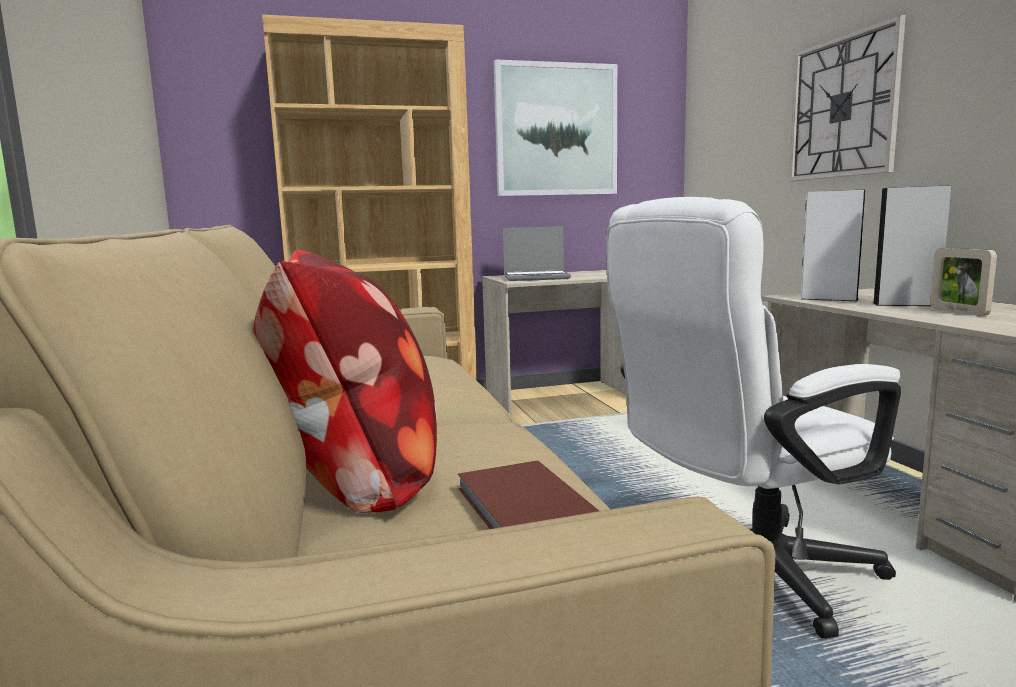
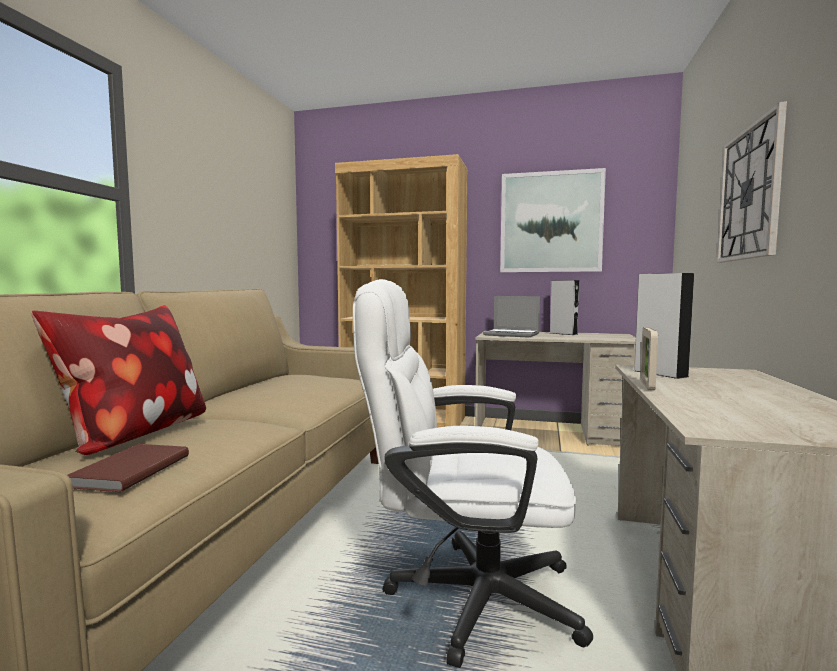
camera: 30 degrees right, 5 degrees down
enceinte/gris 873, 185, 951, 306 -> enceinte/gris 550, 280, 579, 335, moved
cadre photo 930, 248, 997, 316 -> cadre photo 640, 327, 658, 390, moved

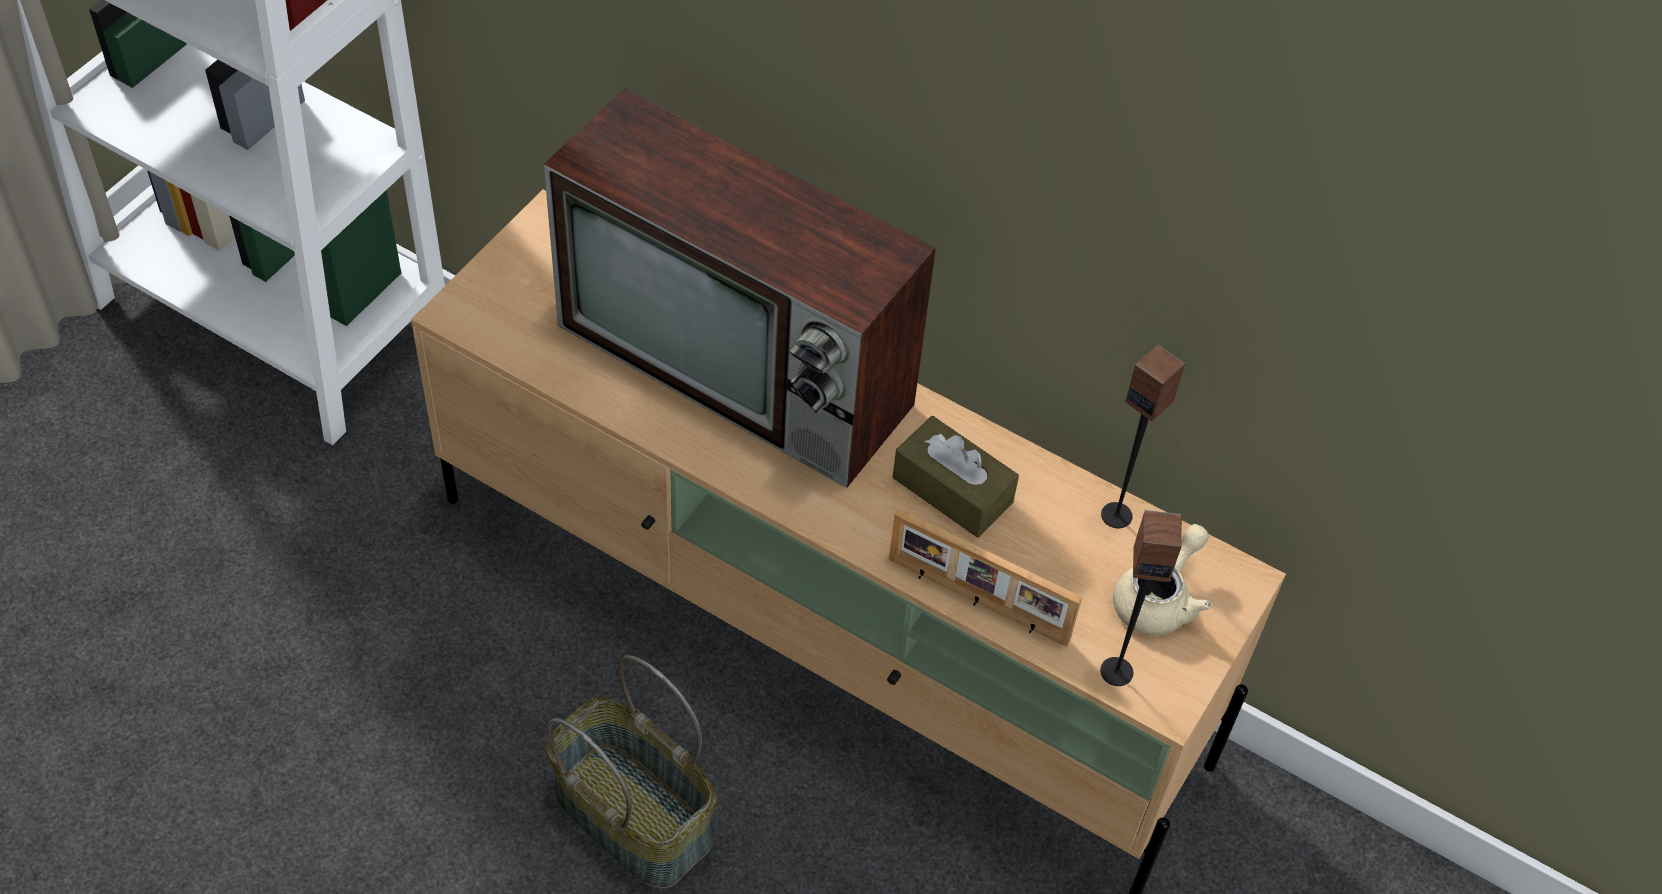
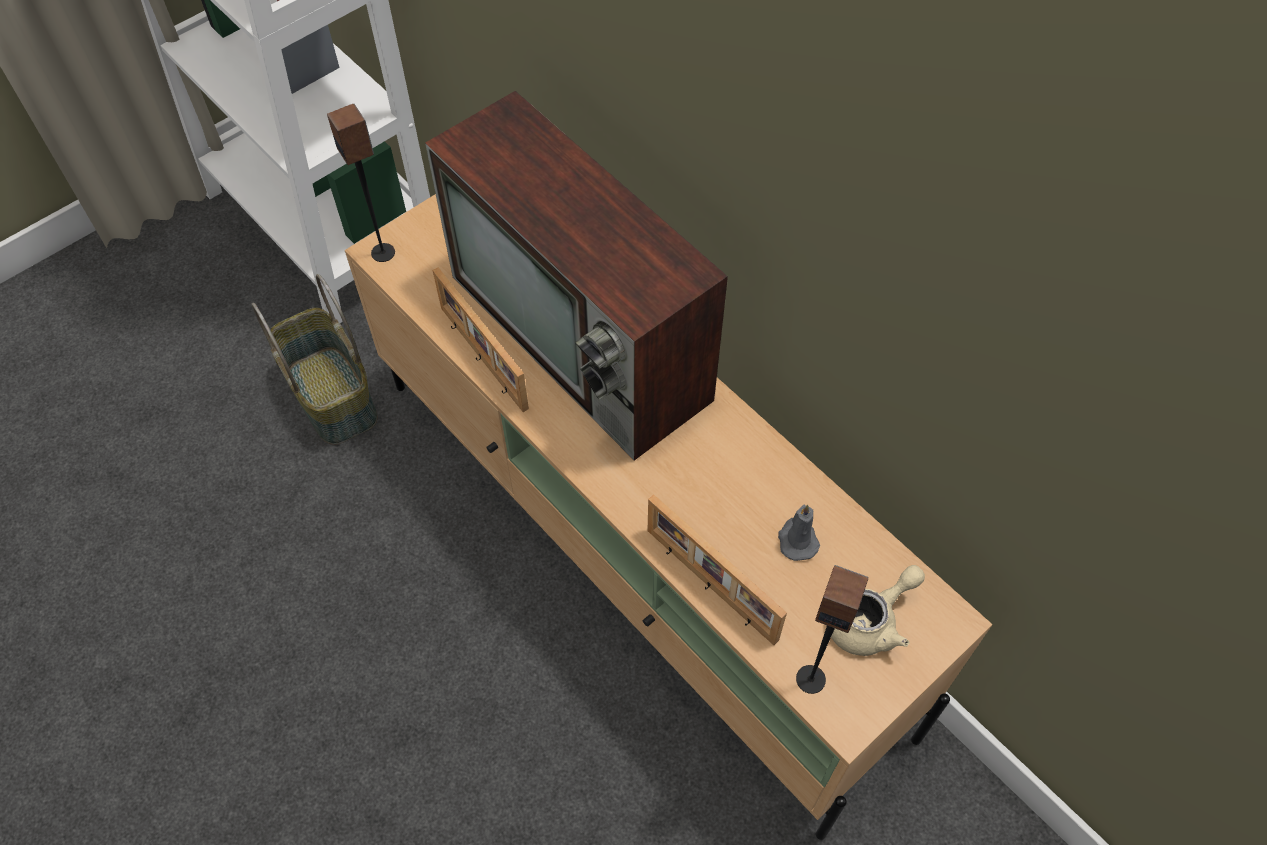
camera: 20 degrees right, 5 degrees up
panier 545, 655, 717, 889 -> panier 251, 274, 377, 445, moved
boîte à mouchoirs/marron 893, 416, 1019, 538 -> none
enceinte 1101, 345, 1185, 529 -> enceinte 327, 104, 395, 262, moved
none -> cadre photo 433, 267, 529, 412
none -> bougie/gris 778, 505, 820, 561

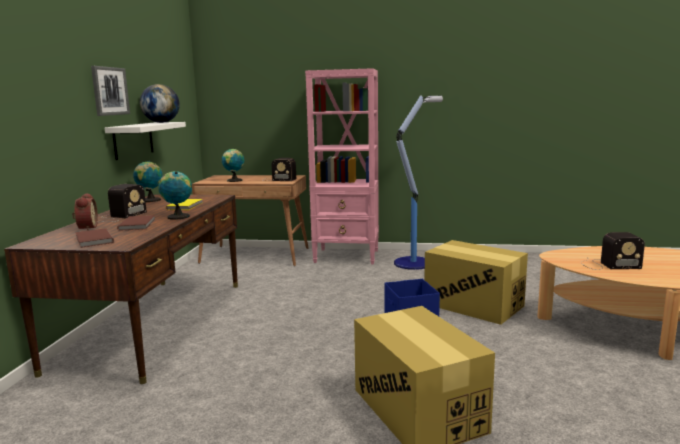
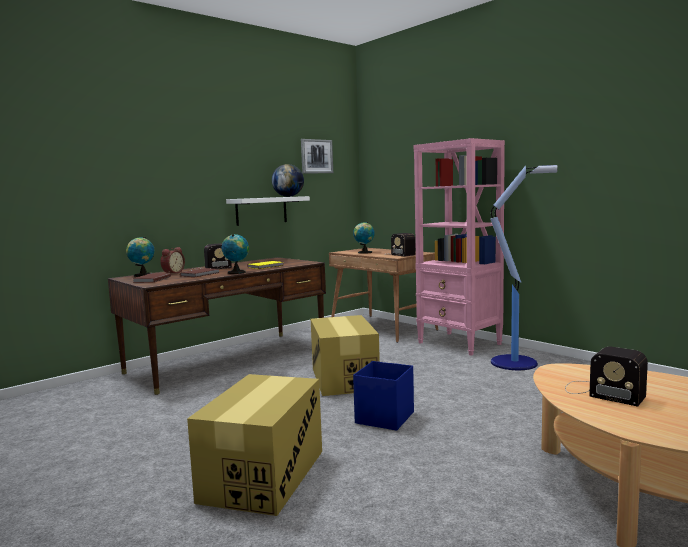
camera: 40 degrees right, 5 degrees down
tableau 91, 66, 130, 116 -> tableau 301, 139, 333, 173, moved
globe 133, 161, 163, 202 -> globe 126, 237, 155, 277, moved
carton 424, 240, 528, 325 -> carton 311, 315, 380, 396, moved

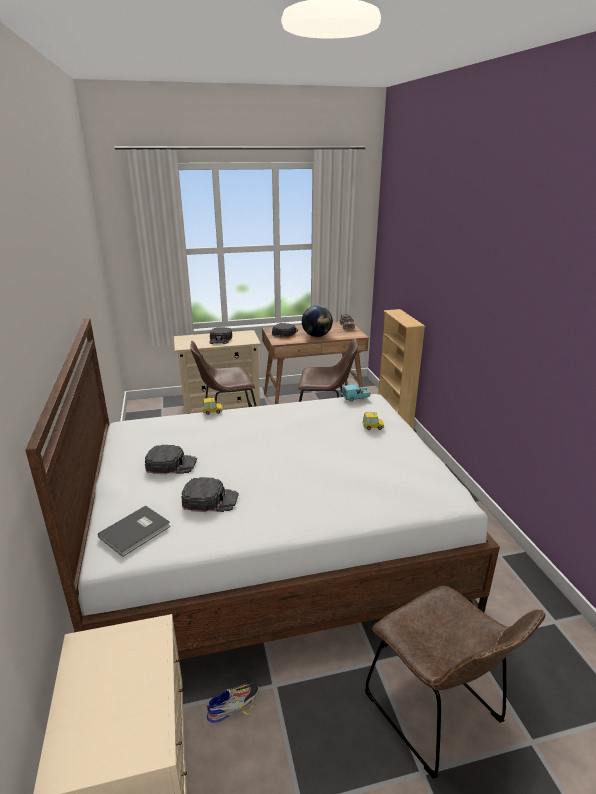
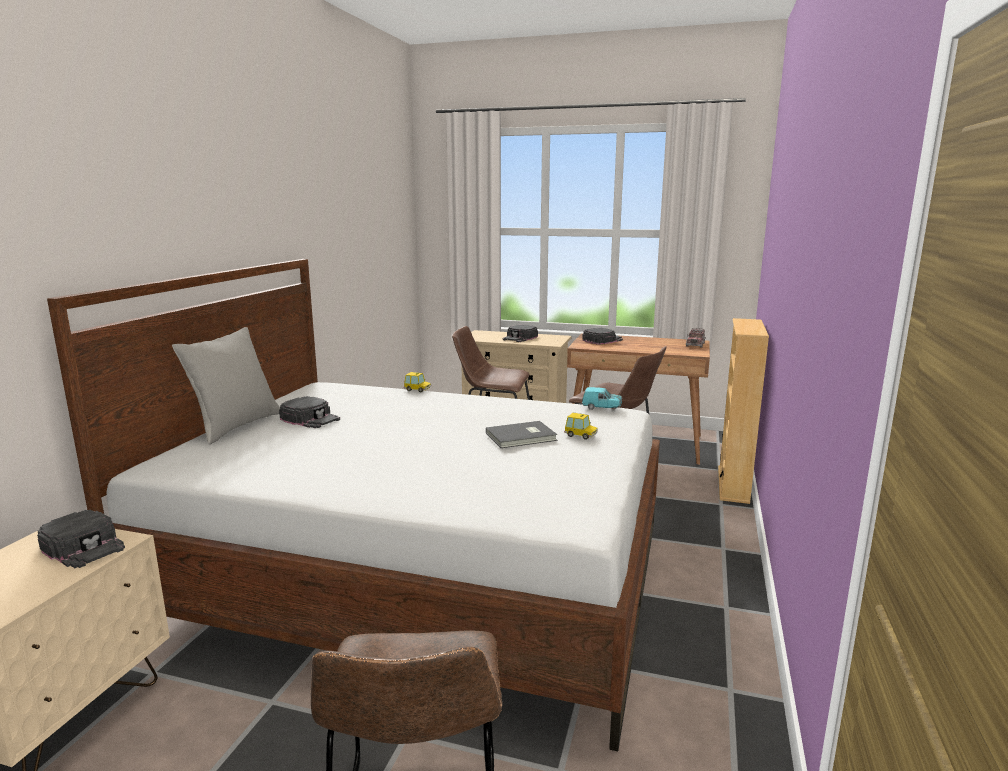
camera: 30 degrees right, 10 degrees down
livre/gris 98, 506, 171, 557 -> livre/gris 486, 421, 558, 448, moved
casquette/noir 182, 477, 239, 512 -> casquette/noir 37, 510, 125, 568, moved
chaussure 206, 682, 259, 723 -> none
globe 302, 305, 333, 337 -> none
none -> coussin/gris 172, 327, 280, 445

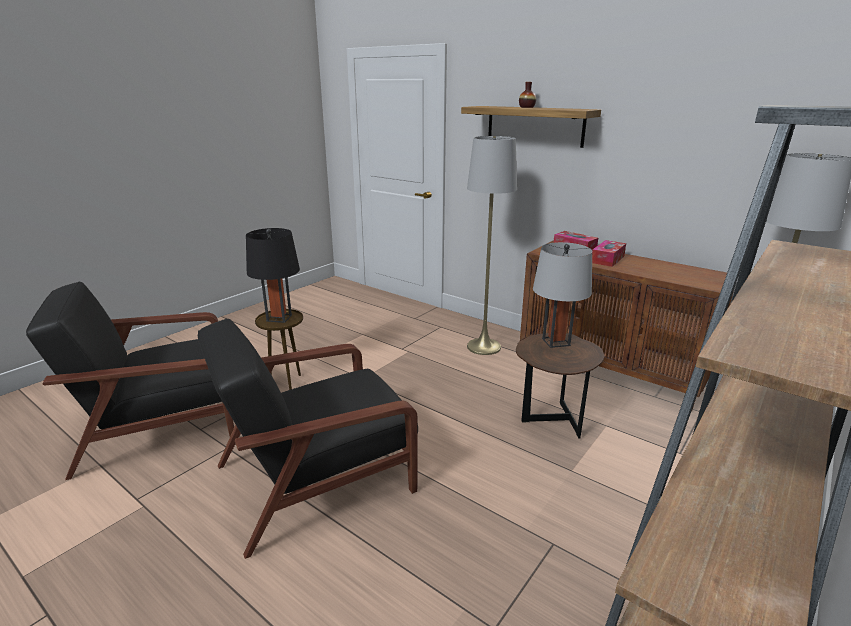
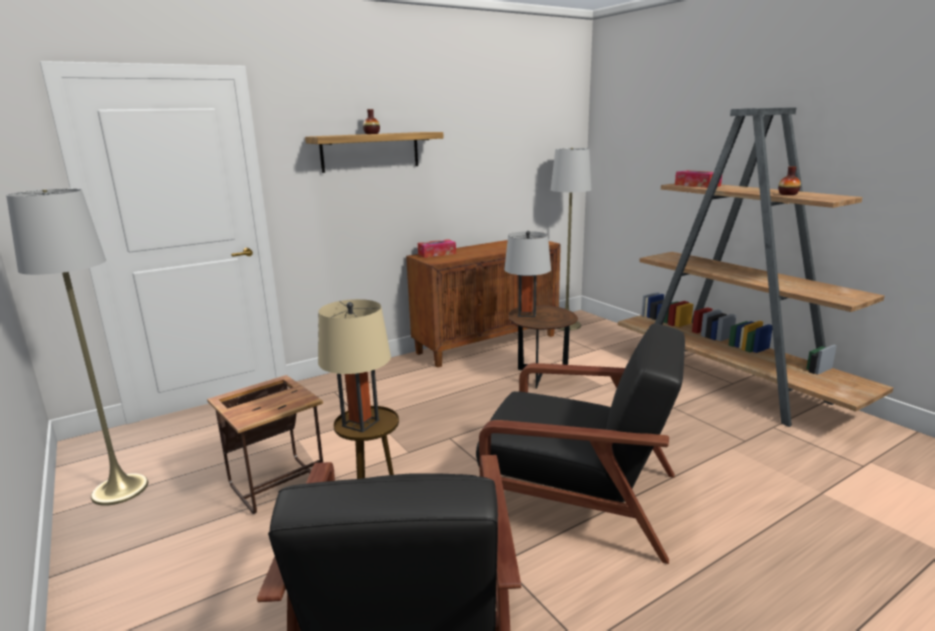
camera: 70 degrees left, 5 degrees down
fauteuil/noir 198, 318, 418, 559 -> fauteuil/noir 476, 323, 685, 564, 60 degrees counterclockwise
lampe de table/noir 246, 228, 300, 323 -> lampe de table/beige 318, 299, 391, 432
lampadaire/gris 467, 136, 517, 355 -> lampadaire/gris 6, 189, 148, 506, moved
boîte à mouchoirs 592, 240, 626, 267 -> boîte à mouchoirs 675, 170, 722, 188, moved
none -> table d'appoint 207, 375, 323, 514
none -> vase 778, 166, 801, 195

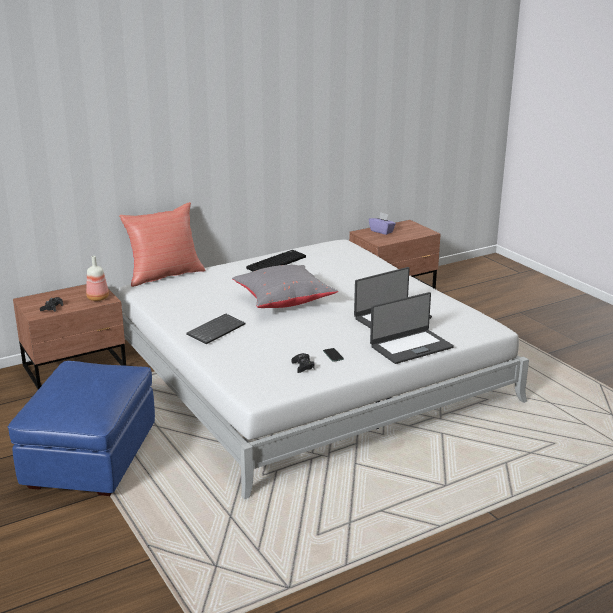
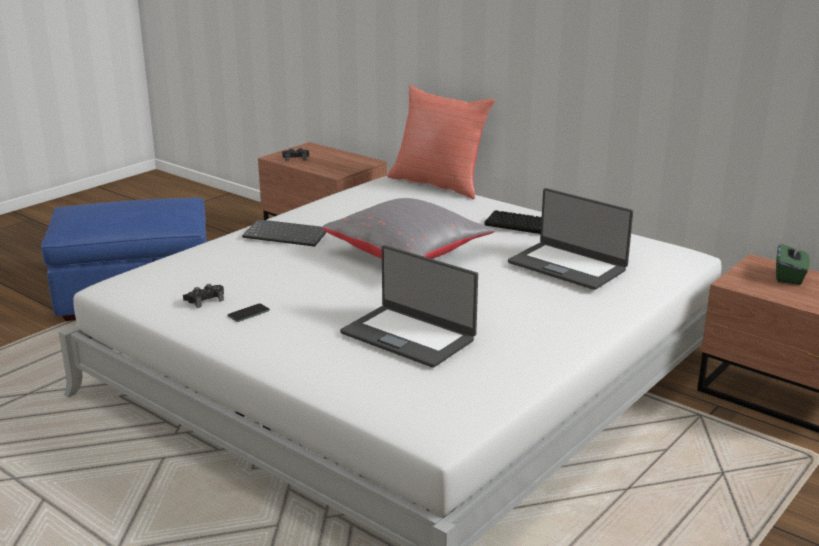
camera: 70 degrees right, 0 degrees up
bouteille 86, 256, 109, 301 -> none
boîte à mouchoirs/violet 369, 212, 396, 235 -> boîte à mouchoirs/vert 776, 242, 810, 285
ordinateur portable 370, 292, 454, 364 -> ordinateur portable 508, 188, 633, 290, moved

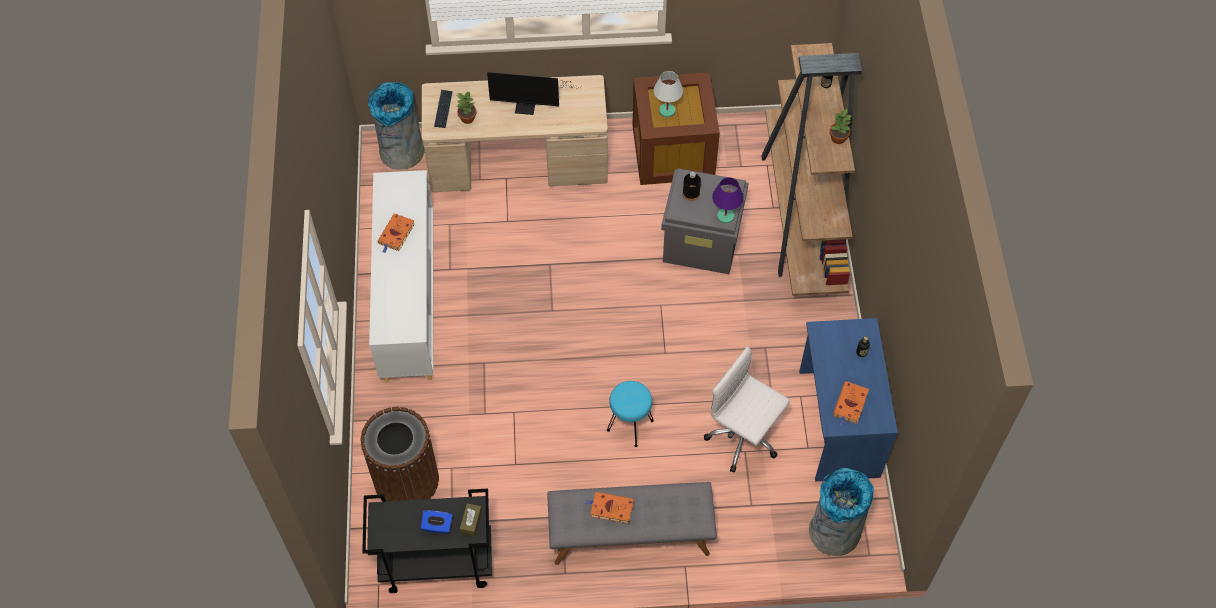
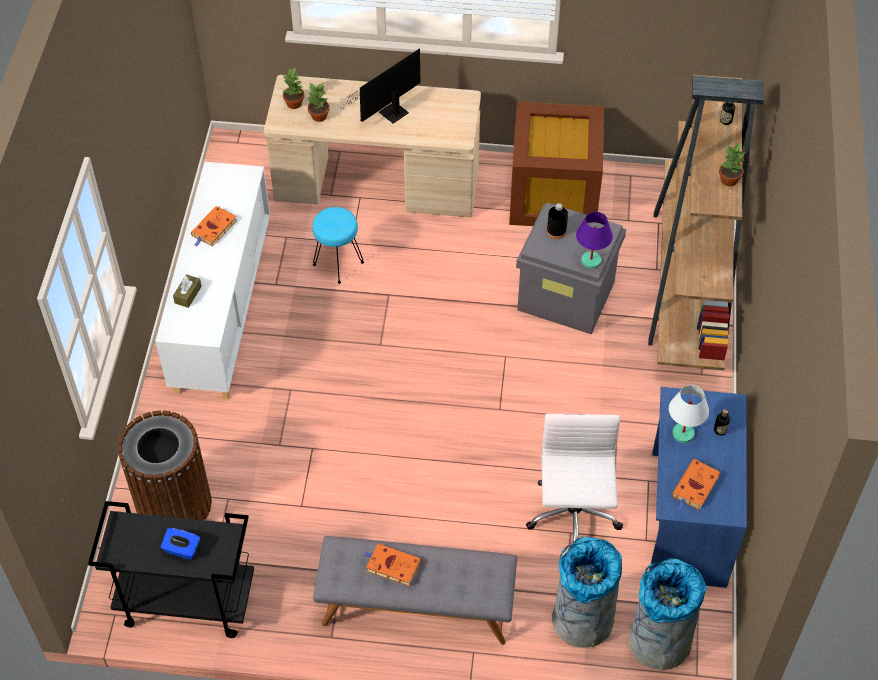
camera: 10 degrees right, 5 degrees down
poubelle/gris 368, 82, 425, 170 -> poubelle/gris 552, 537, 622, 648, moved
clavier 434, 90, 453, 128 -> plante en pot 283, 68, 304, 109
boîte à mouchoirs/marron 460, 503, 482, 536 -> boîte à mouchoirs/marron 173, 274, 202, 308, moved
écran d'ordinateur 487, 72, 581, 115 -> écran d'ordinateur 340, 48, 420, 123, 120 degrees clockwise
tabouret/turquoise 607, 381, 654, 447 -> tabouret/turquoise 312, 207, 364, 284, moved
lampe de table/blanc 654, 71, 683, 118 -> lampe de table/blanc 669, 385, 709, 443, moved
chaise de bureau/blanc 704, 346, 790, 472 -> chaise de bureau/blanc 526, 414, 623, 542, 45 degrees clockwise

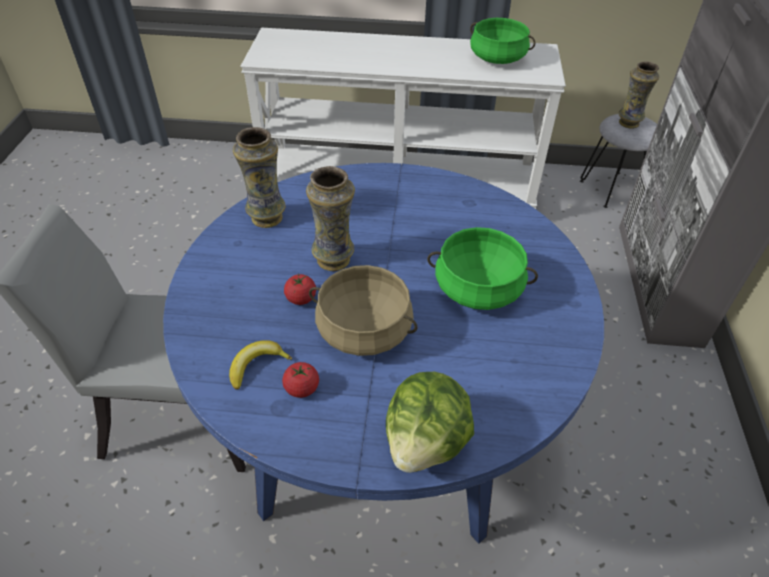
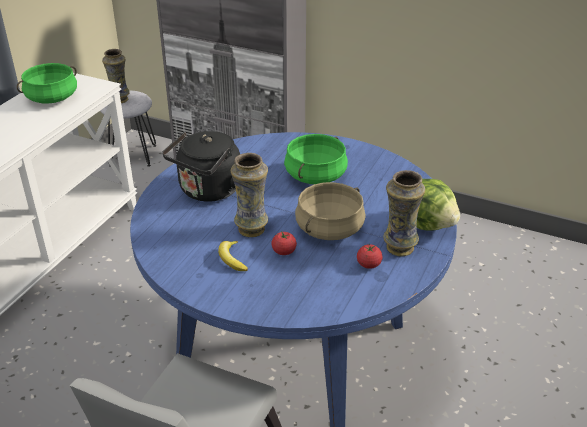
camera: 70 degrees left, 10 degrees down
banane 229, 340, 292, 390 -> banane 218, 241, 248, 271, moved
vase 233, 127, 286, 228 -> vase 383, 170, 425, 256, moved
none -> bouilloire/noir 162, 131, 240, 202

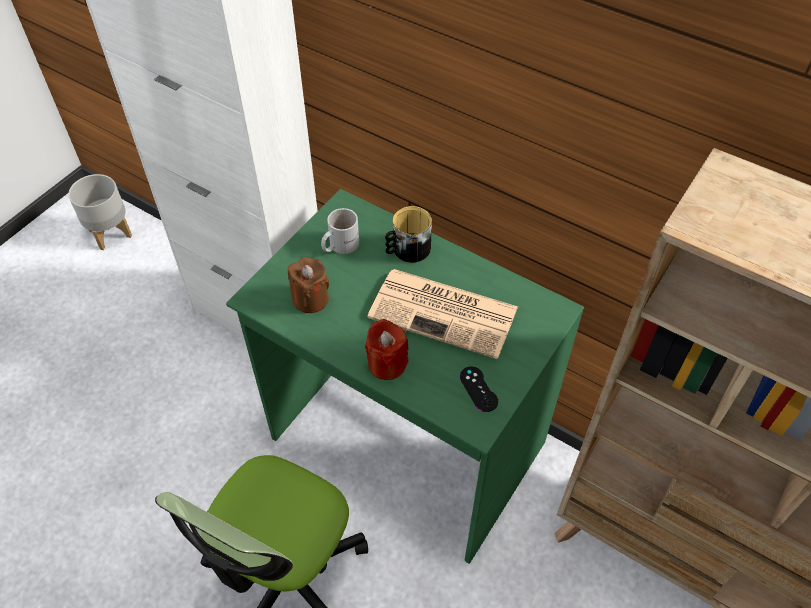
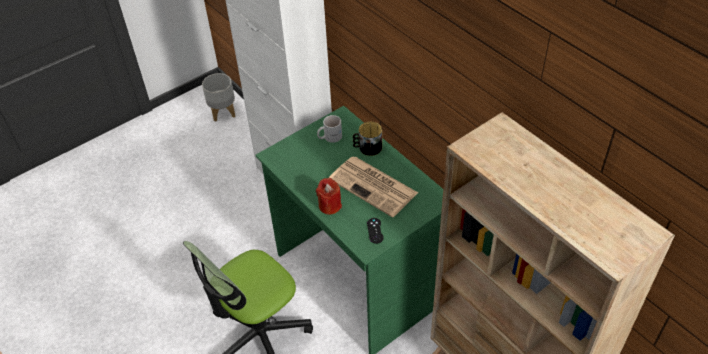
camera: 20 degrees right, 5 degrees down
bougie/marron 288, 257, 329, 313 -> none

